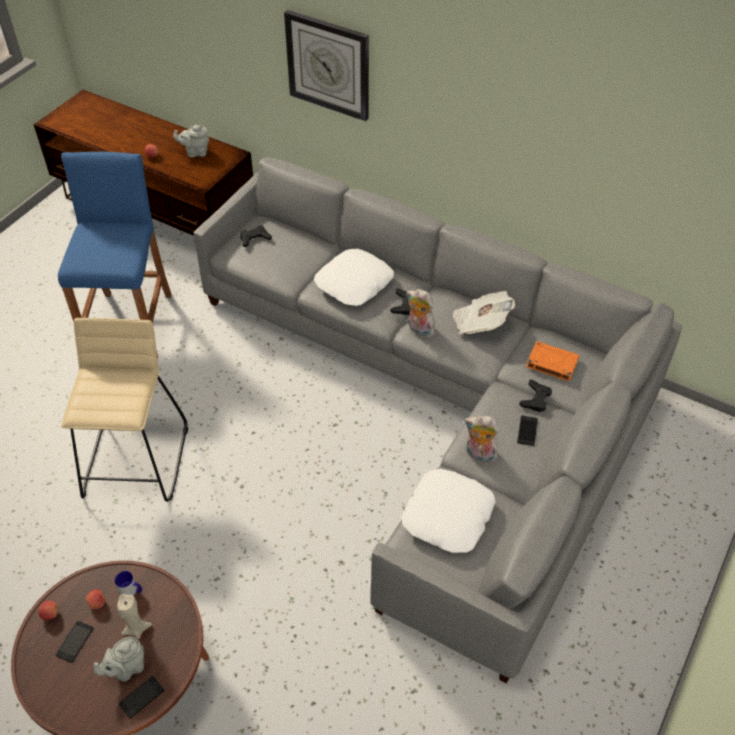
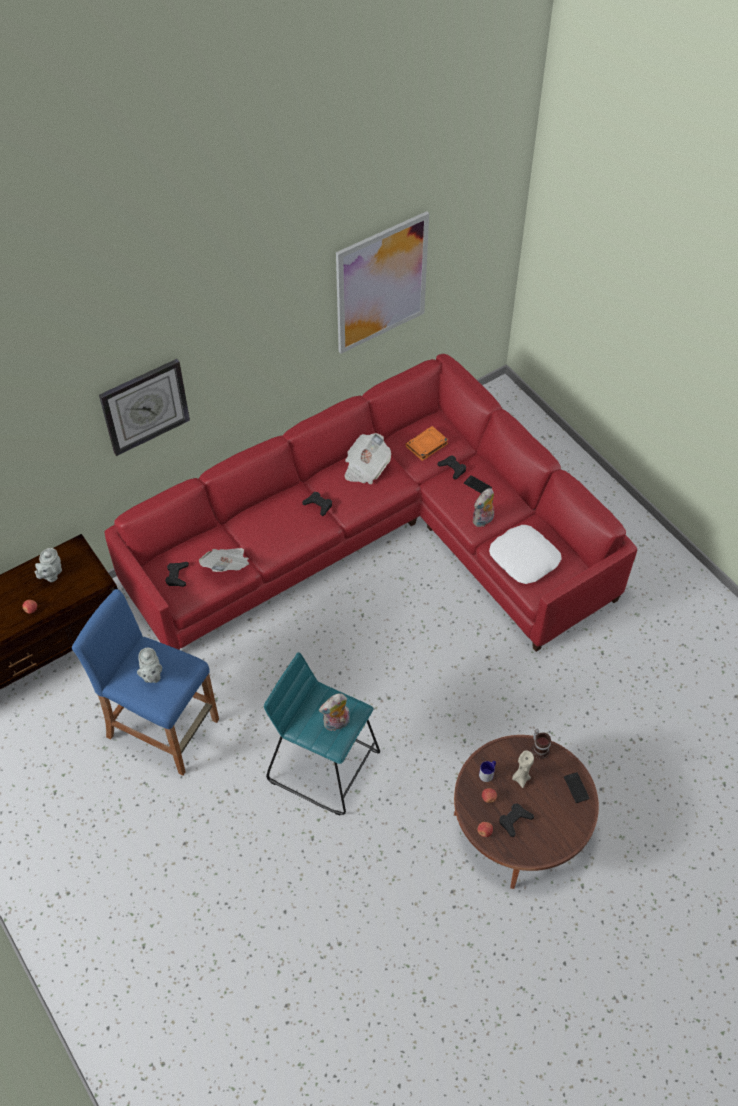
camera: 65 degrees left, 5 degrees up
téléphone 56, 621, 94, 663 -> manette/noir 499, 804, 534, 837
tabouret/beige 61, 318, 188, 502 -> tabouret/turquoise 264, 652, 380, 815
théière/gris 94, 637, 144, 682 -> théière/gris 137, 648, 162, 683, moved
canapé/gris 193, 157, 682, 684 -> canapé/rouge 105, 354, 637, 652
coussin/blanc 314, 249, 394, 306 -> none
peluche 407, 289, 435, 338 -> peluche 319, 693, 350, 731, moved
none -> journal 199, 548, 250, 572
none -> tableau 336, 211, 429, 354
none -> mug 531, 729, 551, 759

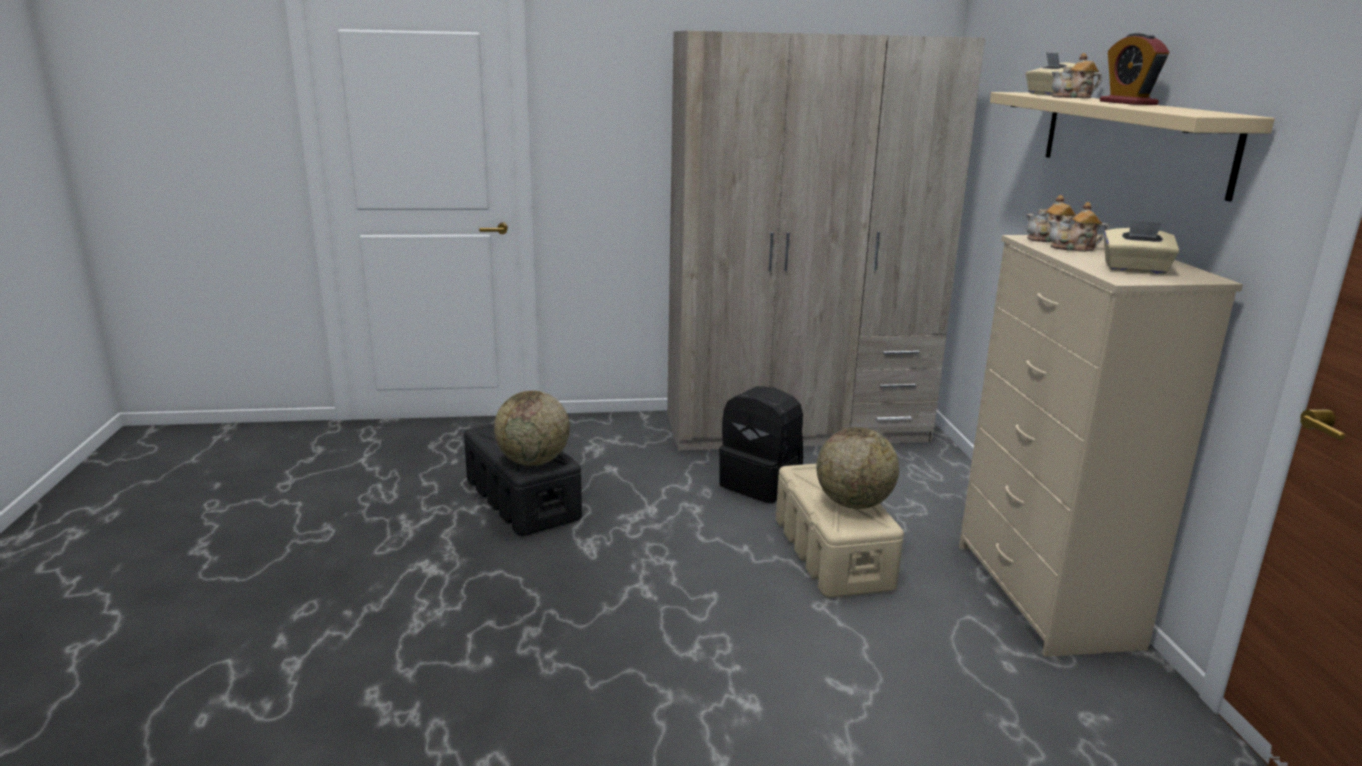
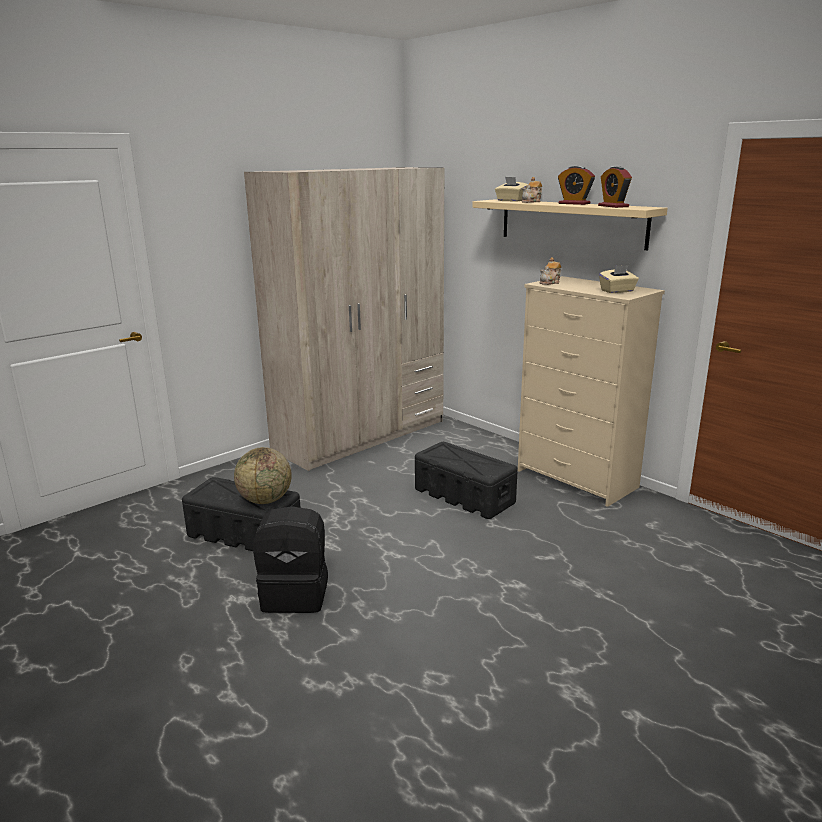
camera: 35 degrees left, 0 degrees up
sac à dos/noir 719, 386, 803, 503 -> sac à dos/noir 253, 506, 328, 613, moved
boîte de rangement/beige 776, 464, 904, 598 -> boîte de rangement/noir 415, 442, 518, 519
globe 816, 427, 899, 509 -> none
théière 1048, 202, 1109, 252 -> none
none -> réveil 598, 166, 632, 208

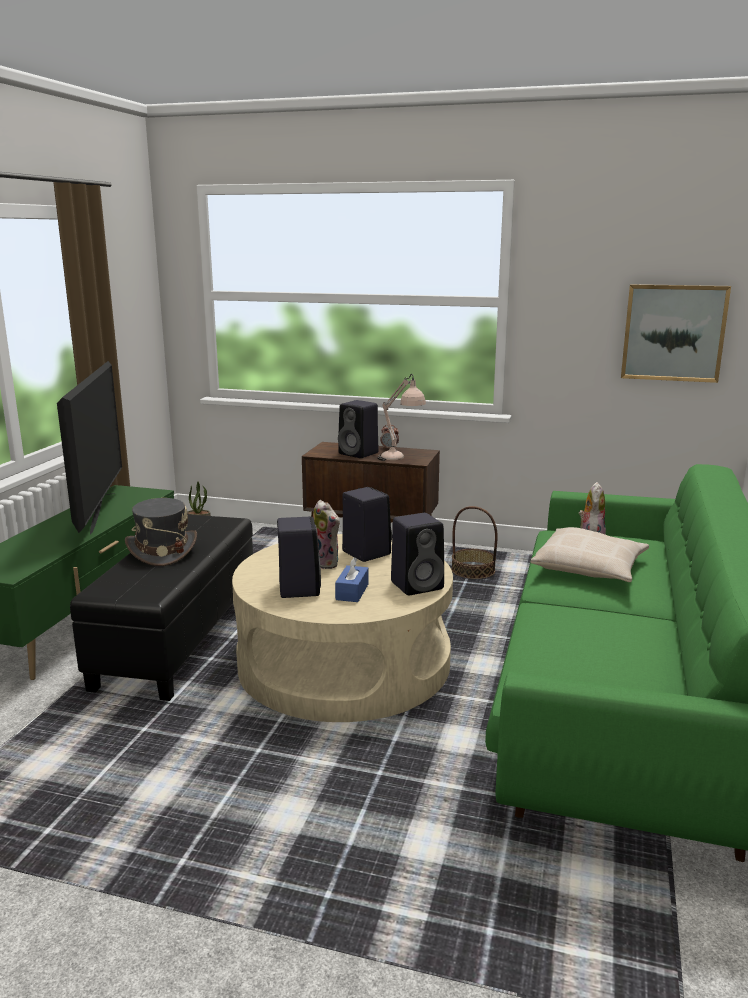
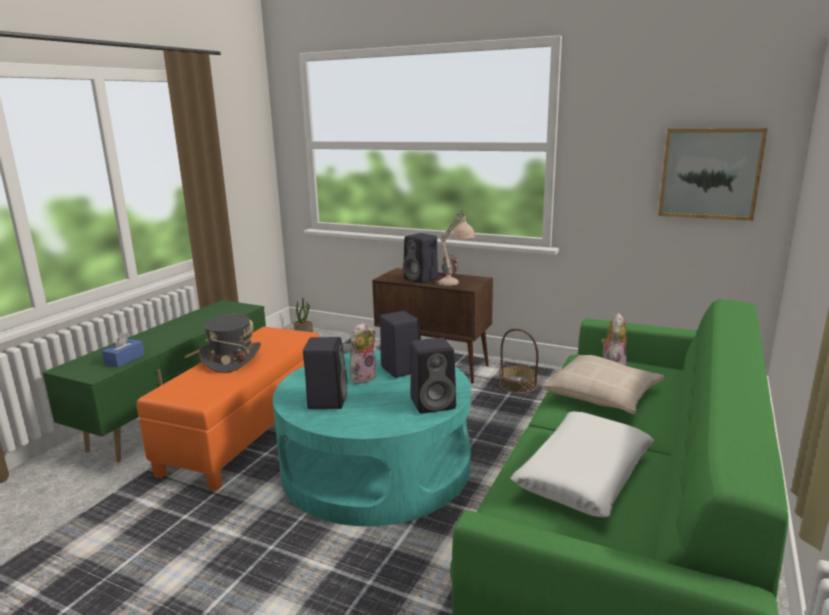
camera: 10 degrees right, 0 degrees up
téléviseur 57, 361, 122, 535 -> none
pouf/noir 70, 514, 253, 701 -> pouf/orange 137, 327, 319, 491
table basse/beige 232, 534, 453, 722 -> table basse/turquoise 273, 350, 471, 526
peluche 313, 500, 340, 569 -> peluche 350, 323, 377, 384, 105 degrees counterclockwise
boîte à mouchoirs/bleu 335, 558, 369, 602 -> boîte à mouchoirs/bleu 102, 332, 145, 367, moved
none -> coussin/blanc 511, 411, 654, 517

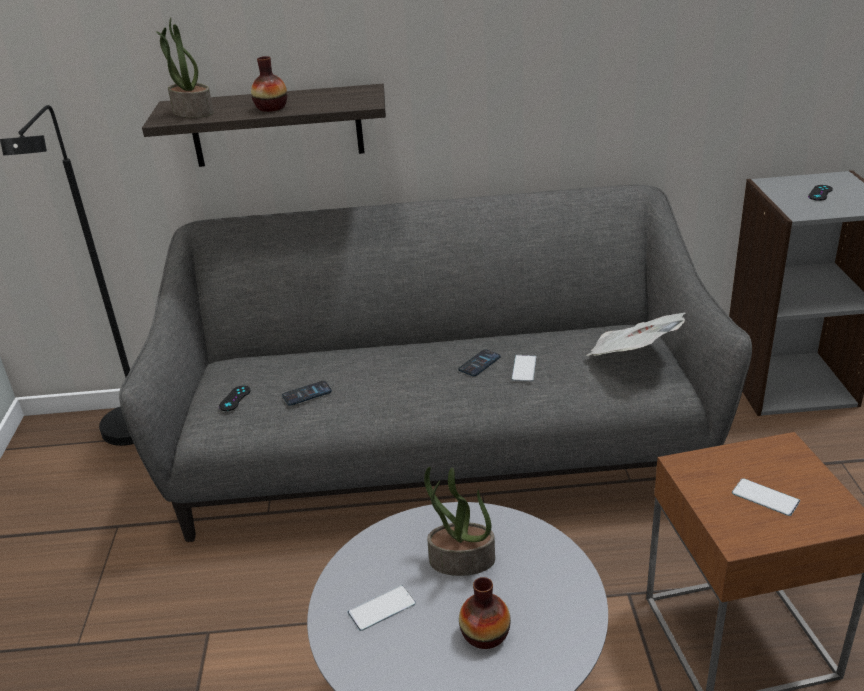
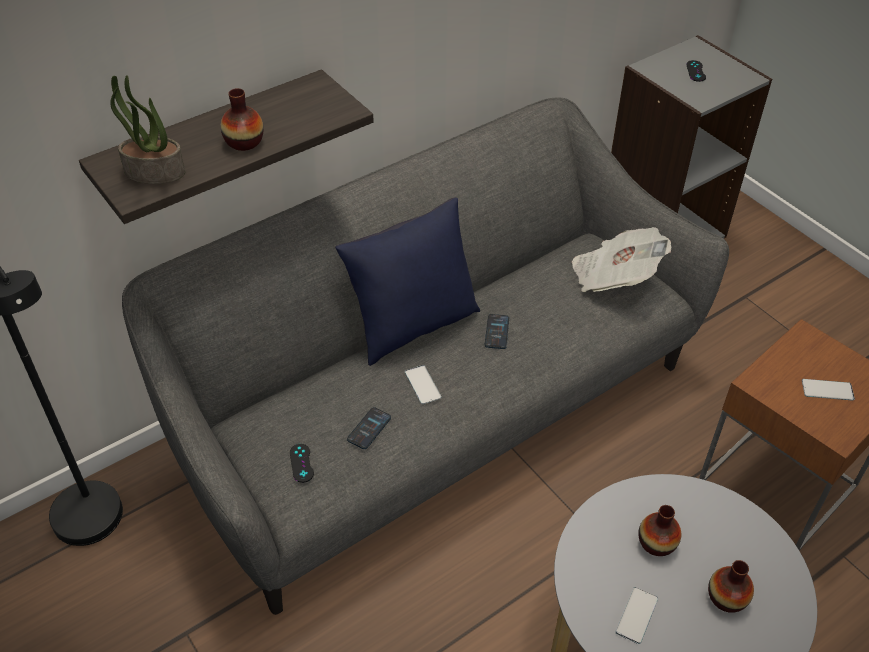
camera: 35 degrees left, 15 degrees up
plante en pot 424, 467, 495, 576 -> vase 638, 505, 681, 556
téléphone 512, 355, 536, 381 -> téléphone 405, 365, 442, 404, moved
none -> coussin/bleu 335, 197, 480, 366

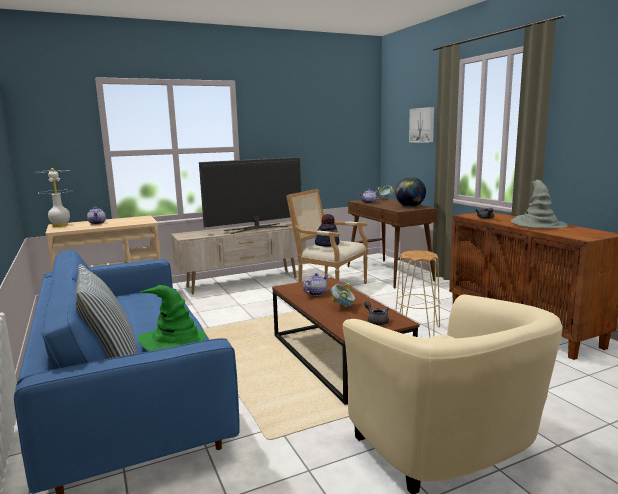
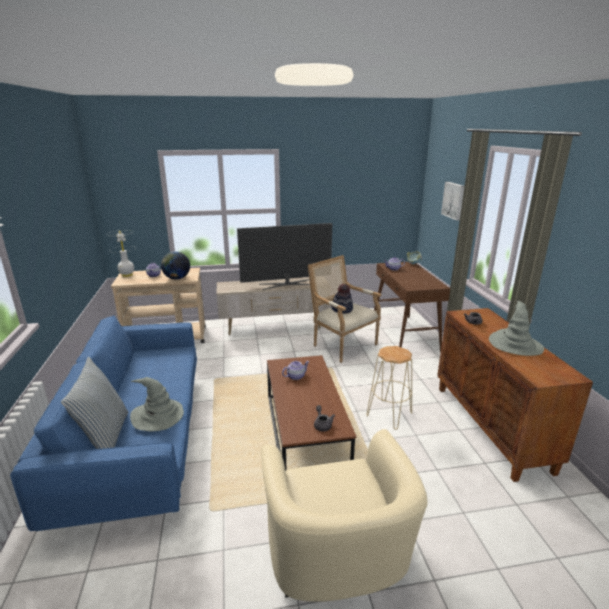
camera: 15 degrees right, 10 degrees up
chapeau/vert 138, 285, 206, 351 -> chapeau/gris 130, 377, 184, 431
bol 331, 283, 355, 307 -> none
globe 395, 177, 426, 207 -> globe 161, 251, 190, 280, moved

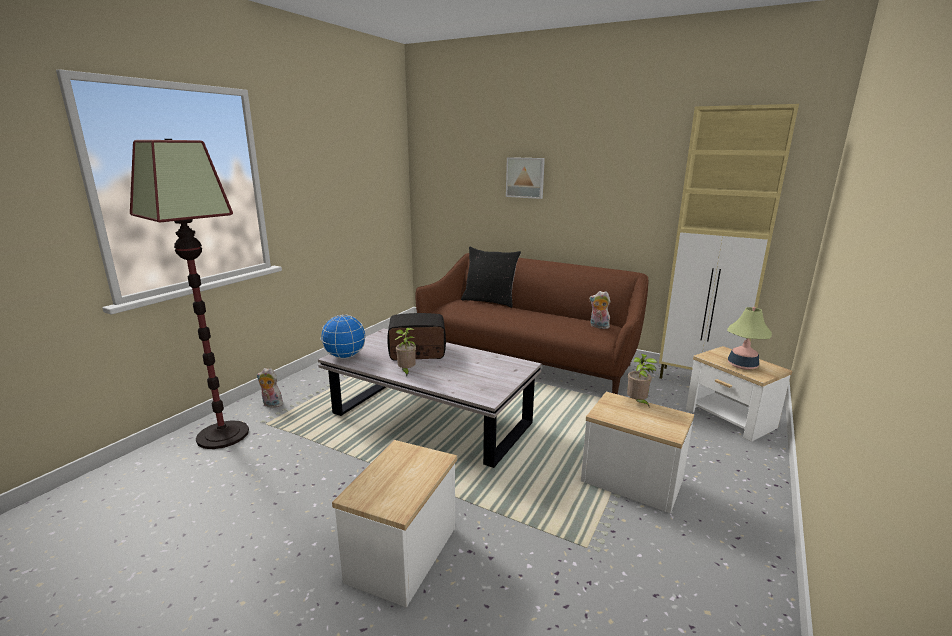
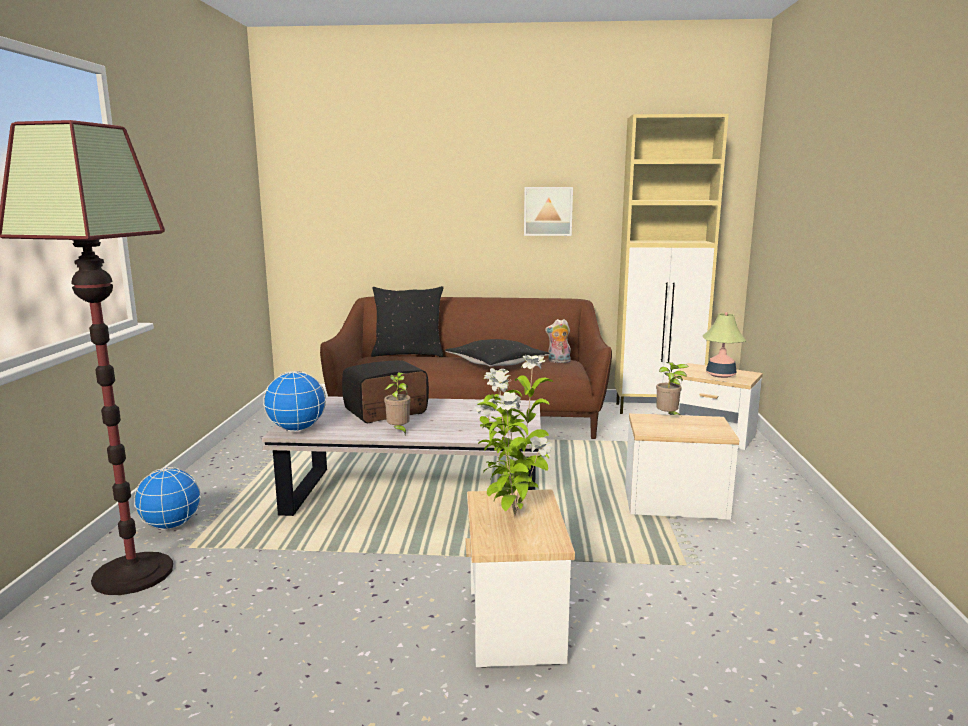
camera: 25 degrees left, 5 degrees down
peluche 257, 368, 283, 408 -> globe 134, 467, 201, 530
tableau 506, 157, 545, 199 -> tableau 524, 187, 573, 236, moved
none -> coussin/noir 445, 339, 550, 367
none -> plante en pot 474, 355, 553, 516

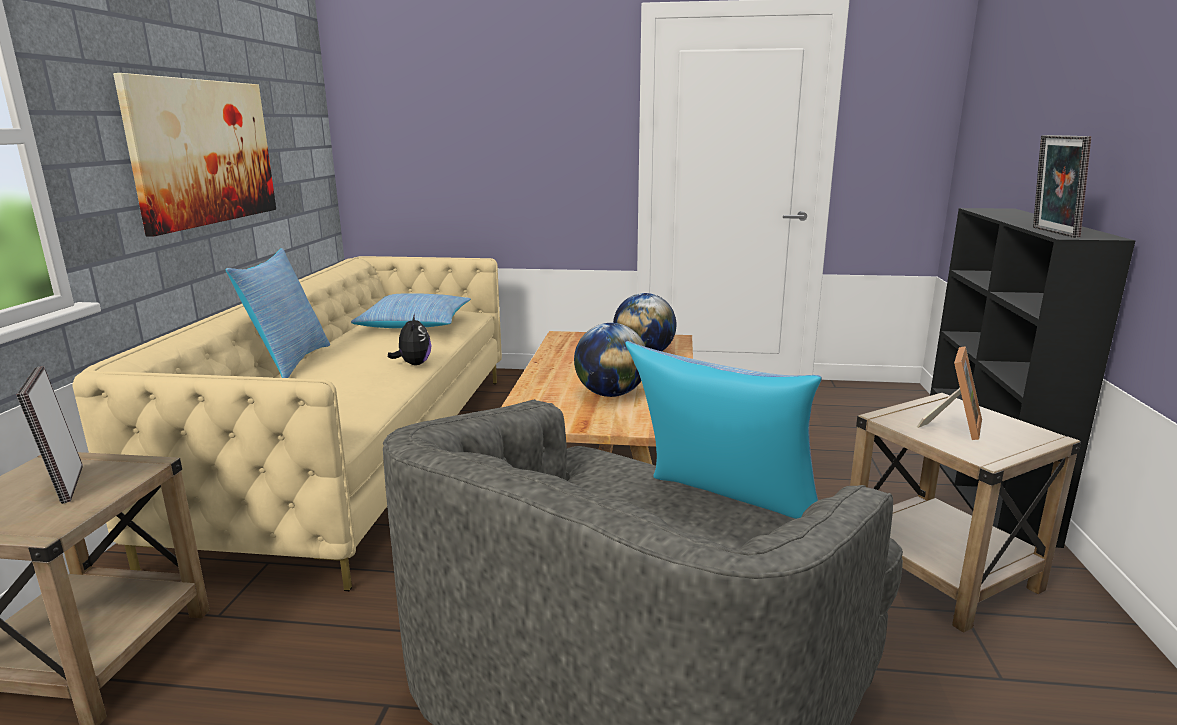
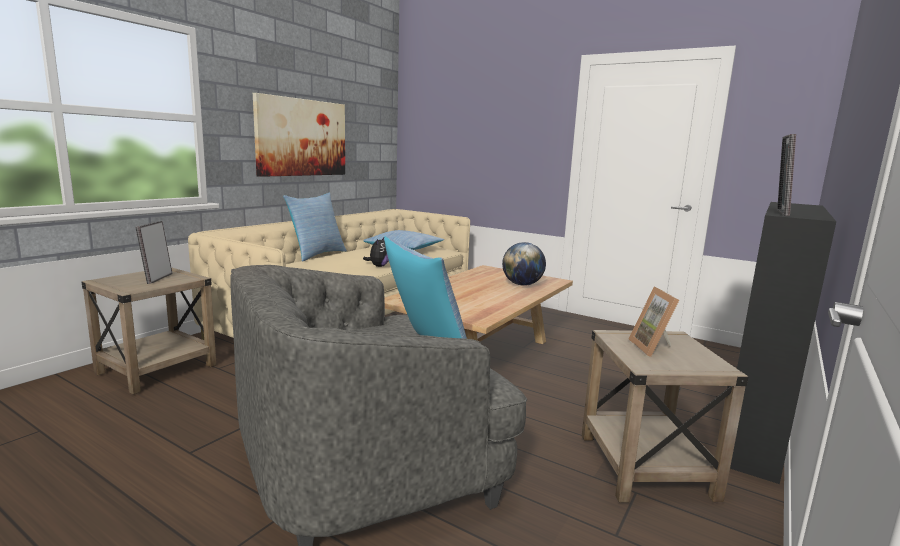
camera: 25 degrees right, 5 degrees down
globe 574, 323, 645, 397 -> none
cadre photo 917, 346, 982, 440 -> cadre photo 629, 287, 679, 357, 120 degrees clockwise

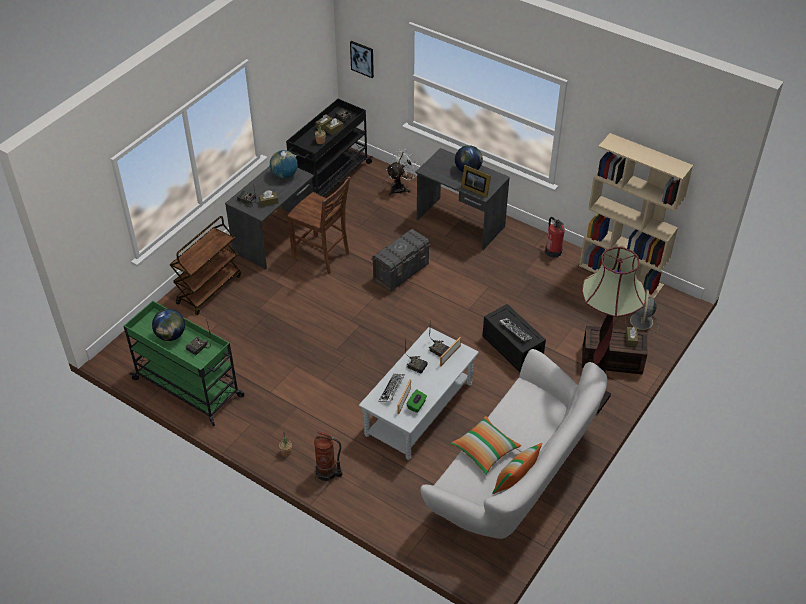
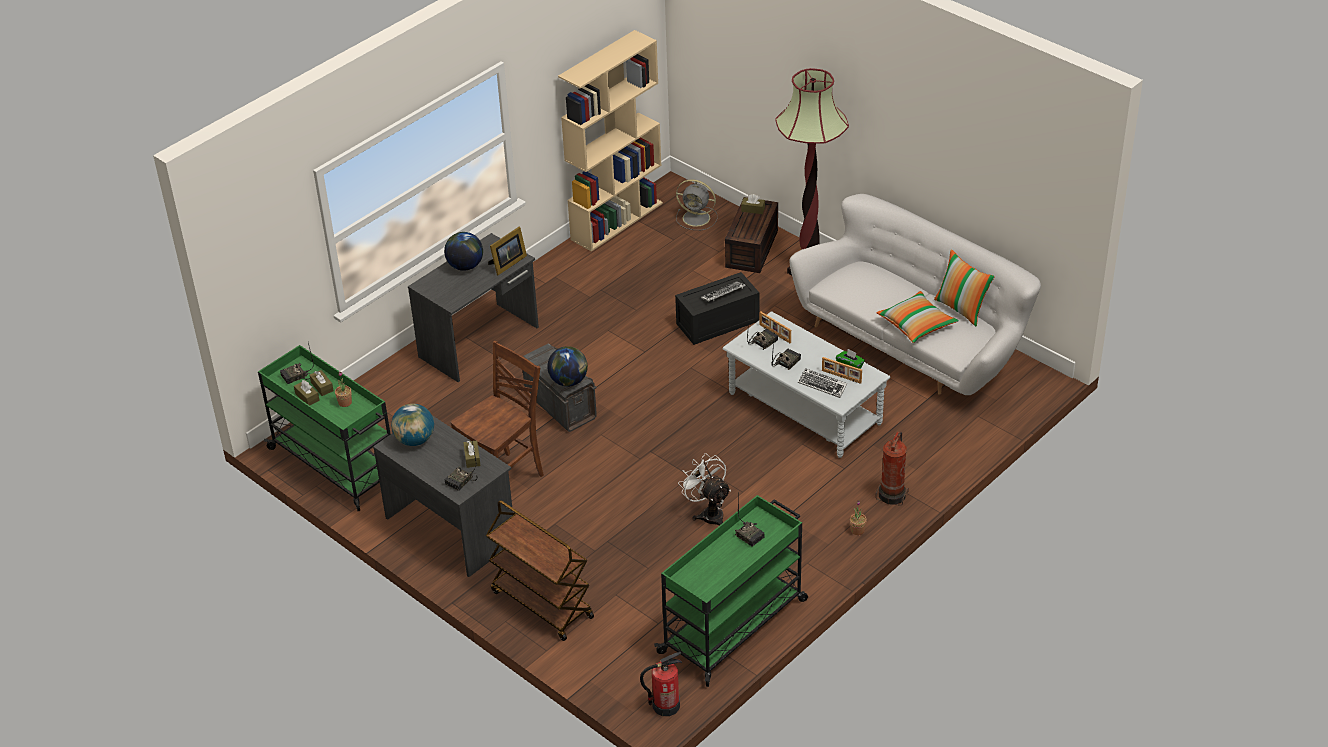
camera: 80 degrees left, 5 degrees down
globe 152, 309, 185, 341 -> globe 547, 346, 588, 387, moved
chariot/noir 286, 99, 373, 197 -> chariot/vert 258, 345, 391, 511
tableau 350, 41, 374, 78 -> none
ventilateur/blanc 386, 149, 418, 196 -> ventilateur/blanc 678, 453, 731, 526, moved
extincteur 545, 217, 565, 258 -> extincteur 640, 652, 682, 716, moved

